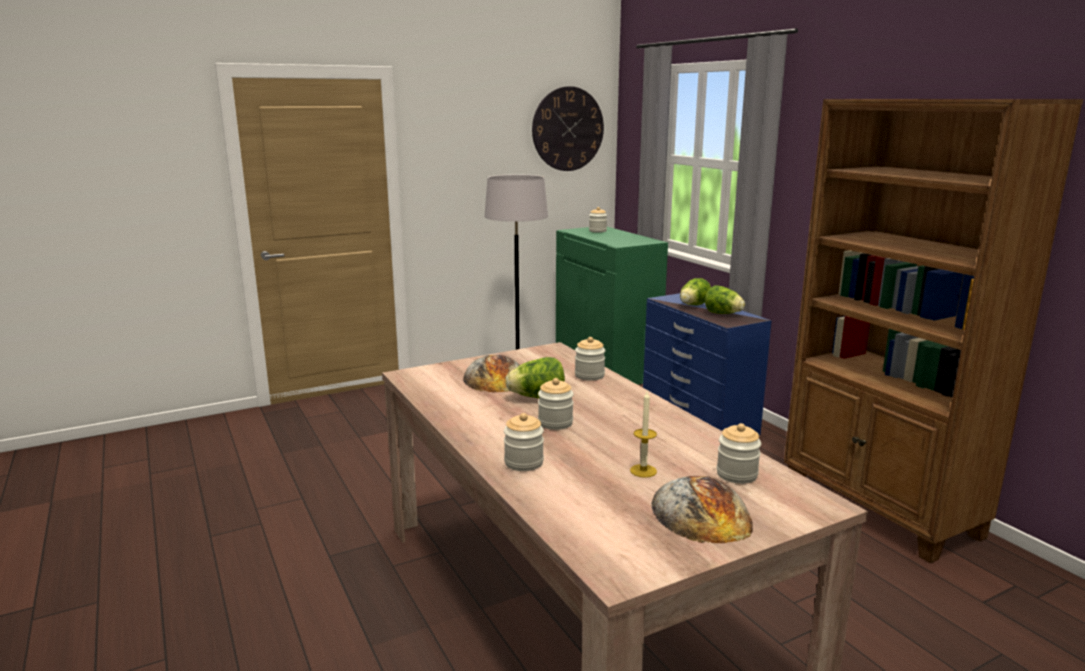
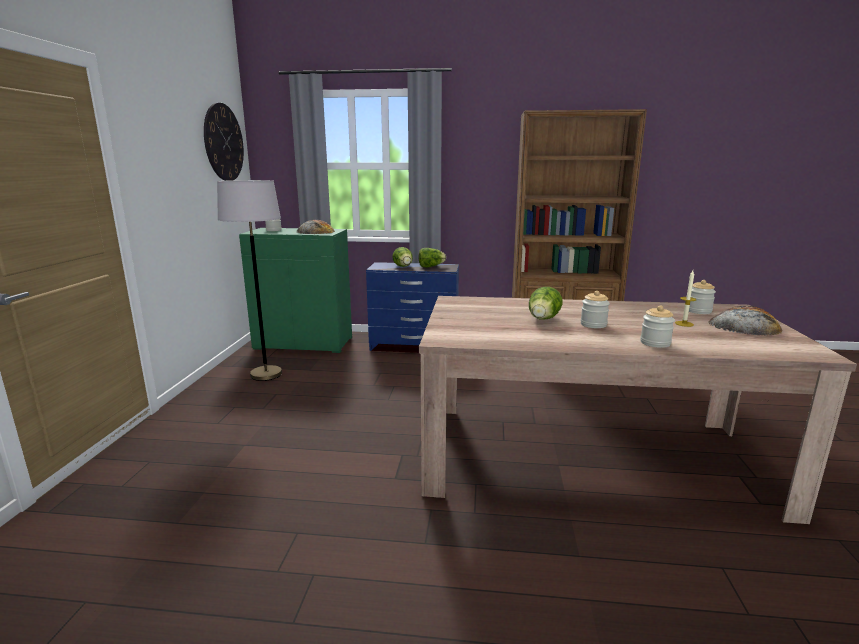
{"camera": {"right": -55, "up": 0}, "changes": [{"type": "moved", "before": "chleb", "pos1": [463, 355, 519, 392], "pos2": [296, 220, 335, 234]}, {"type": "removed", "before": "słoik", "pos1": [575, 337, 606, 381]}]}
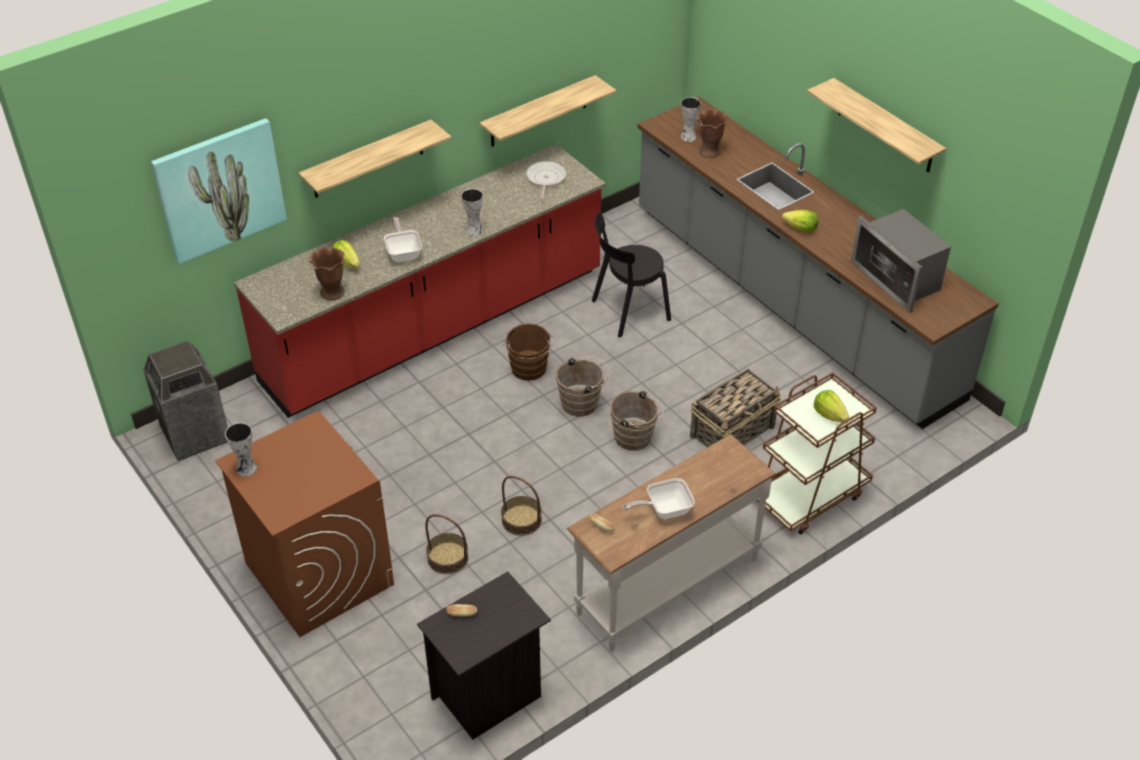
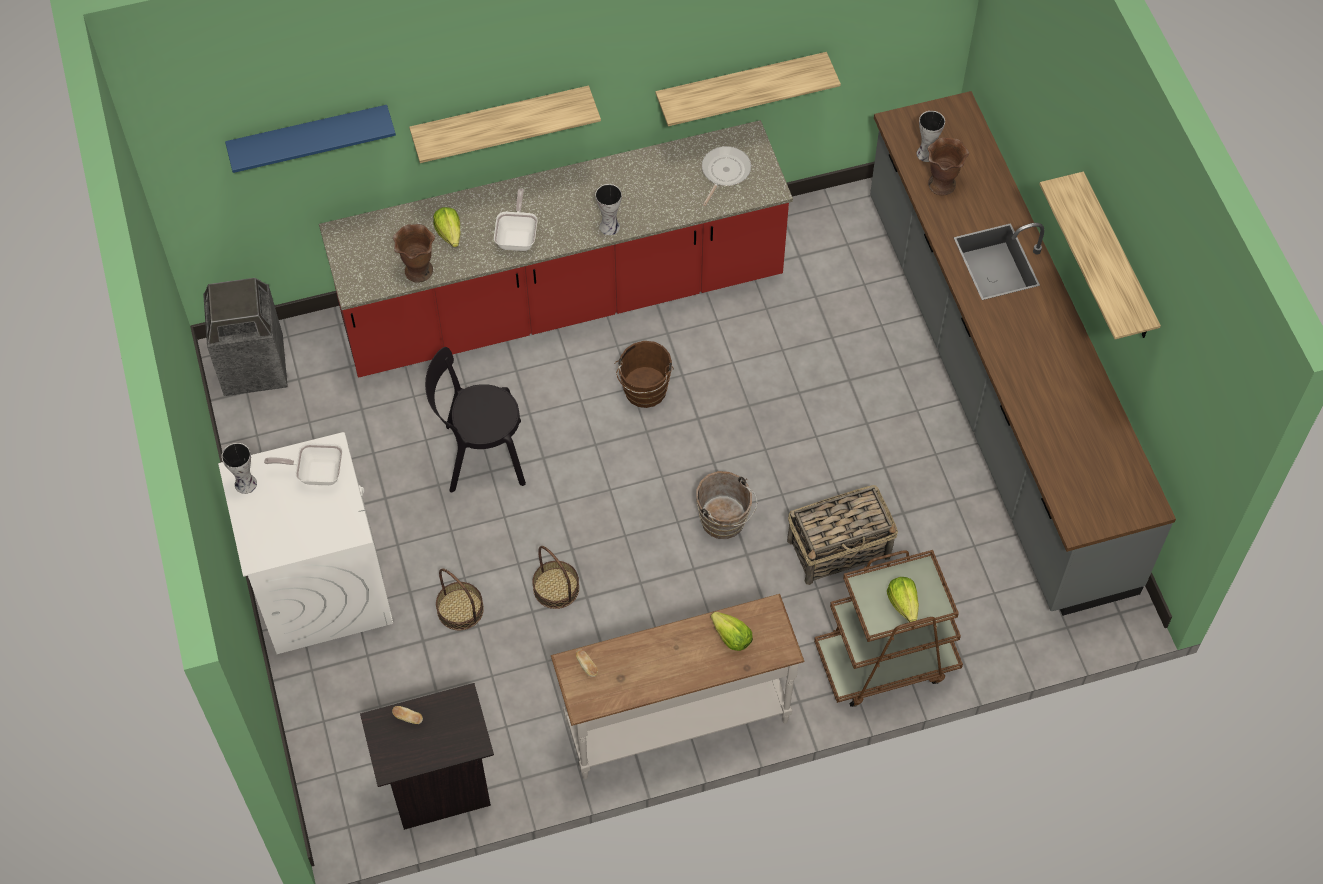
{"camera": {"right": 20, "up": 15}, "changes": [{"type": "recoloured", "before": "pralka [brązowy]", "after": "pralka [biały]", "pos1": [215, 411, 394, 637], "pos2": [218, 432, 393, 654]}, {"type": "replaced", "before": "obraz", "after": "półka [niebieski]", "pos1": [151, 118, 287, 264], "pos2": [225, 105, 396, 173]}, {"type": "moved", "before": "patelnia", "pos1": [622, 478, 695, 519], "pos2": [264, 443, 343, 485]}, {"type": "moved", "before": "krzesło [czarny]", "pos1": [592, 212, 671, 338], "pos2": [425, 347, 526, 492]}, {"type": "moved", "before": "sałata", "pos1": [782, 210, 818, 233], "pos2": [711, 612, 753, 651]}, {"type": "removed", "before": "wiadro [brązowy]", "pos1": [556, 357, 610, 417]}, {"type": "removed", "before": "mikrofalówka", "pos1": [851, 209, 951, 313]}]}
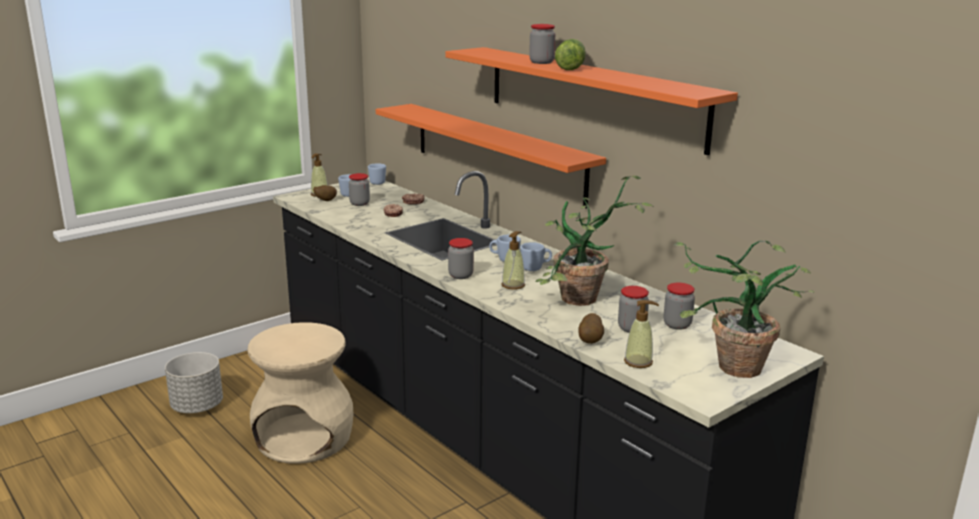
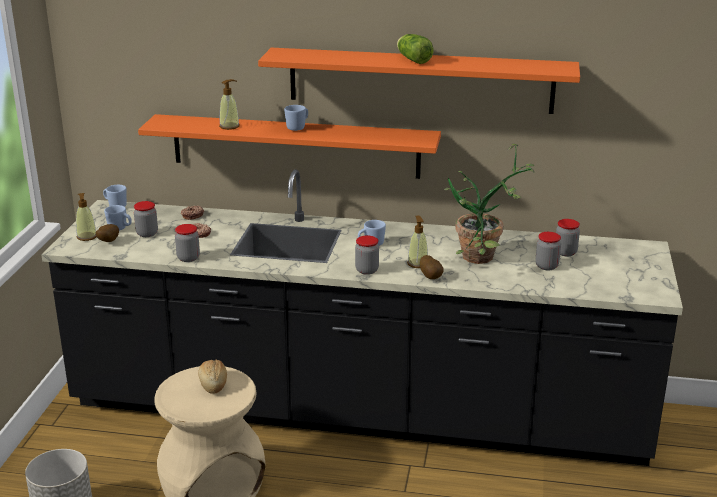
{"camera": {"right": -40, "up": 5}, "changes": [{"type": "moved", "before": "słoik", "pos1": [529, 24, 555, 64], "pos2": [175, 224, 200, 262]}, {"type": "added", "after": "chleb", "pos2": [198, 359, 227, 394]}, {"type": "moved", "before": "dozownik mydła", "pos1": [624, 300, 659, 368], "pos2": [219, 79, 240, 130]}, {"type": "moved", "before": "kubek [niebieski]", "pos1": [520, 242, 552, 271], "pos2": [284, 105, 308, 131]}, {"type": "moved", "before": "ziemniak", "pos1": [578, 313, 604, 344], "pos2": [420, 255, 444, 279]}, {"type": "removed", "before": "roślina doniczkowa", "pos1": [674, 240, 815, 378]}]}
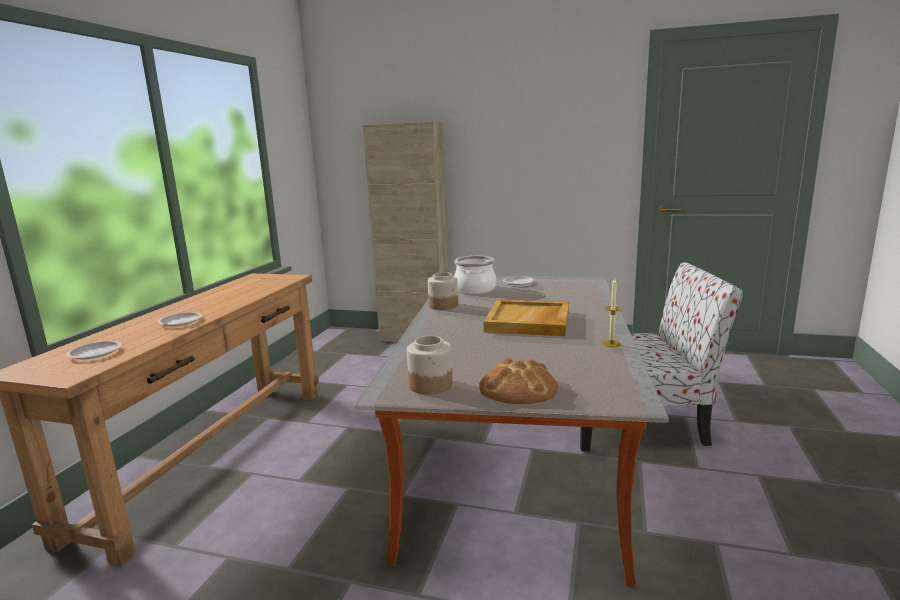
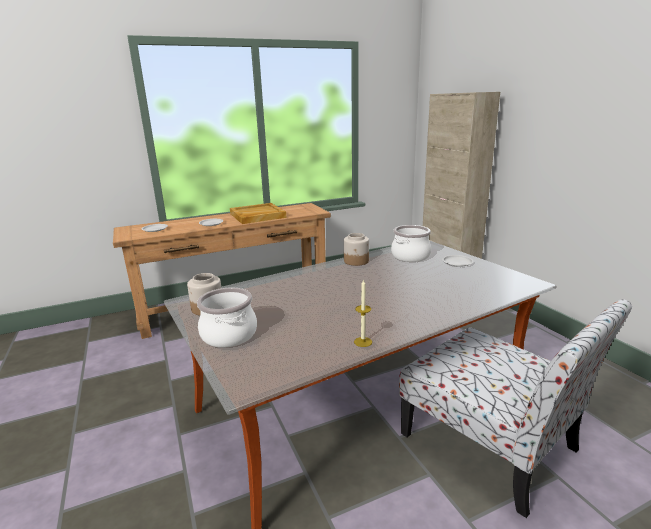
{"camera": {"right": 50, "up": 5}, "changes": [{"type": "replaced", "before": "chleb", "after": "garnek", "pos1": [479, 358, 558, 404], "pos2": [197, 288, 257, 348]}, {"type": "moved", "before": "taca [beżowy]", "pos1": [484, 299, 569, 336], "pos2": [230, 203, 286, 224]}]}
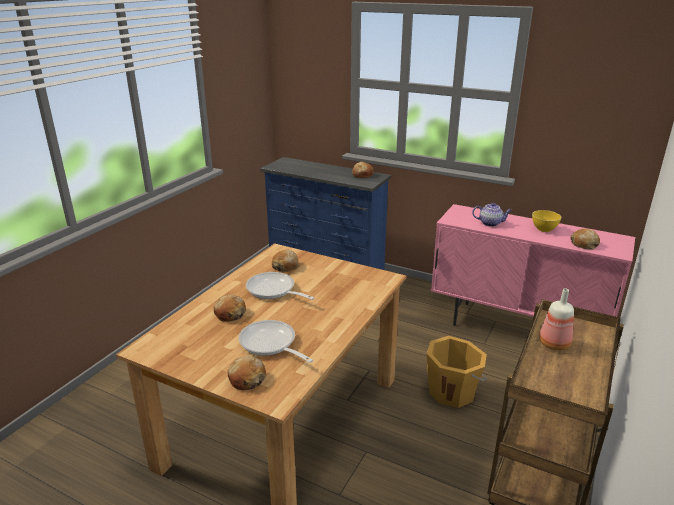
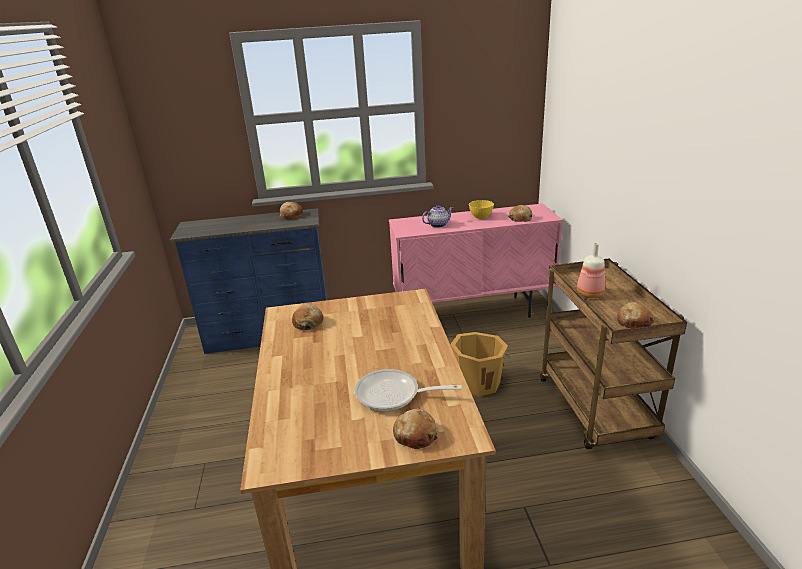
{"camera": {"right": -35, "up": 0}, "changes": [{"type": "moved", "before": "chleb", "pos1": [213, 295, 246, 322], "pos2": [617, 302, 654, 328]}, {"type": "removed", "before": "patelnia", "pos1": [246, 272, 314, 300]}]}
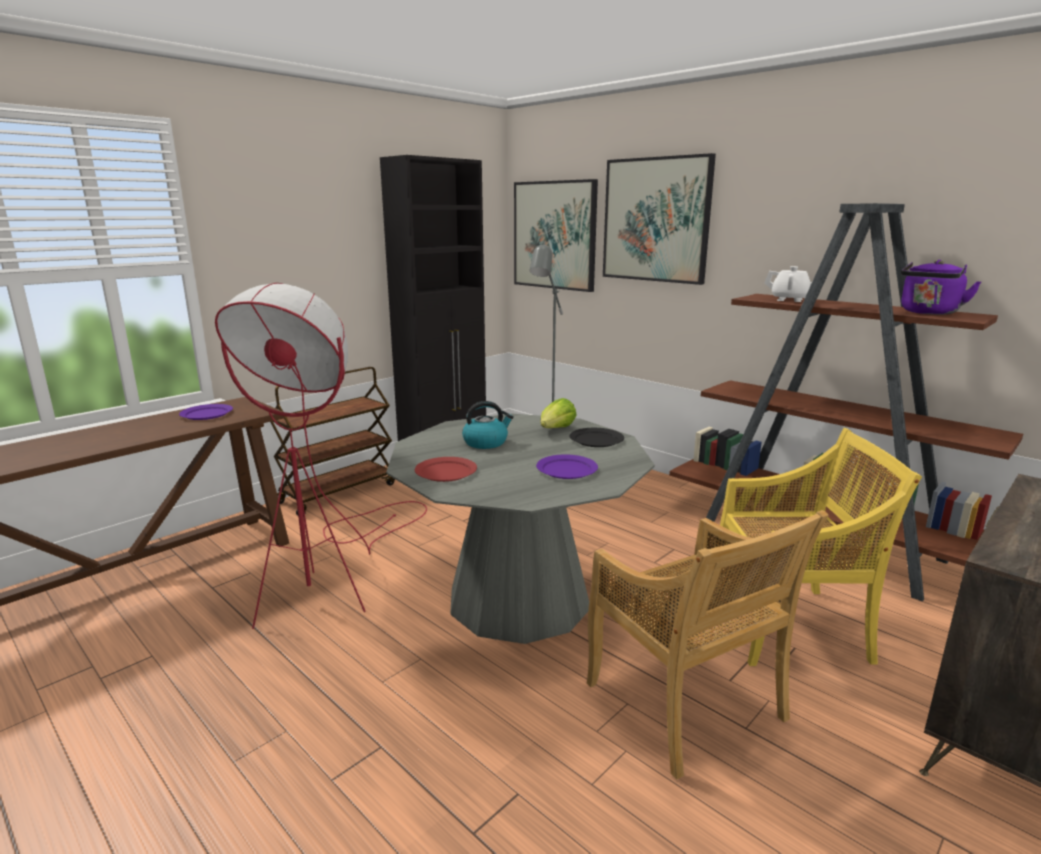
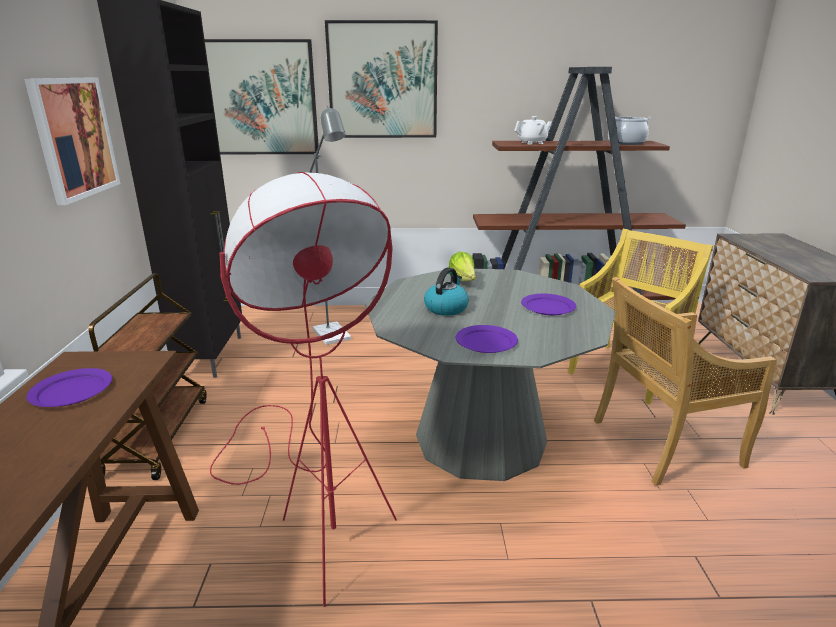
{"camera": {"right": -45, "up": 5}, "changes": [{"type": "added", "after": "obraz", "pos2": [24, 77, 121, 205]}, {"type": "recoloured", "before": "talerz [czerwony]", "after": "talerz [fioletowy]", "pos1": [415, 457, 477, 482], "pos2": [456, 325, 518, 353]}, {"type": "turned", "before": "krzesło [beżowy]", "pos1": [587, 510, 829, 779], "pos2": [594, 277, 777, 486], "turn": 150}, {"type": "replaced", "before": "czajnik [fioletowy]", "after": "garnek", "pos1": [901, 260, 982, 315], "pos2": [608, 117, 652, 145]}, {"type": "removed", "before": "talerz [czarny]", "pos1": [569, 428, 624, 447]}]}
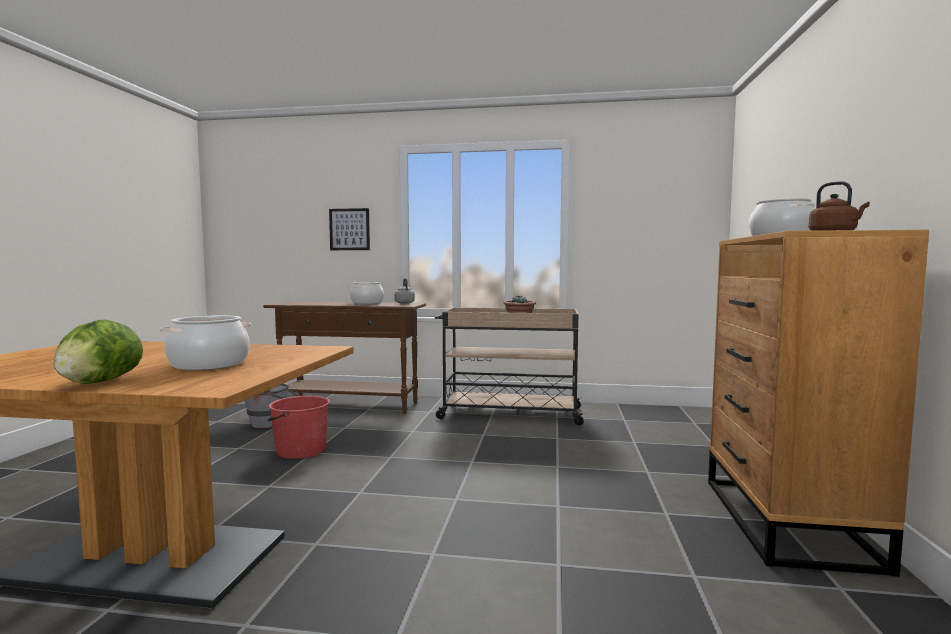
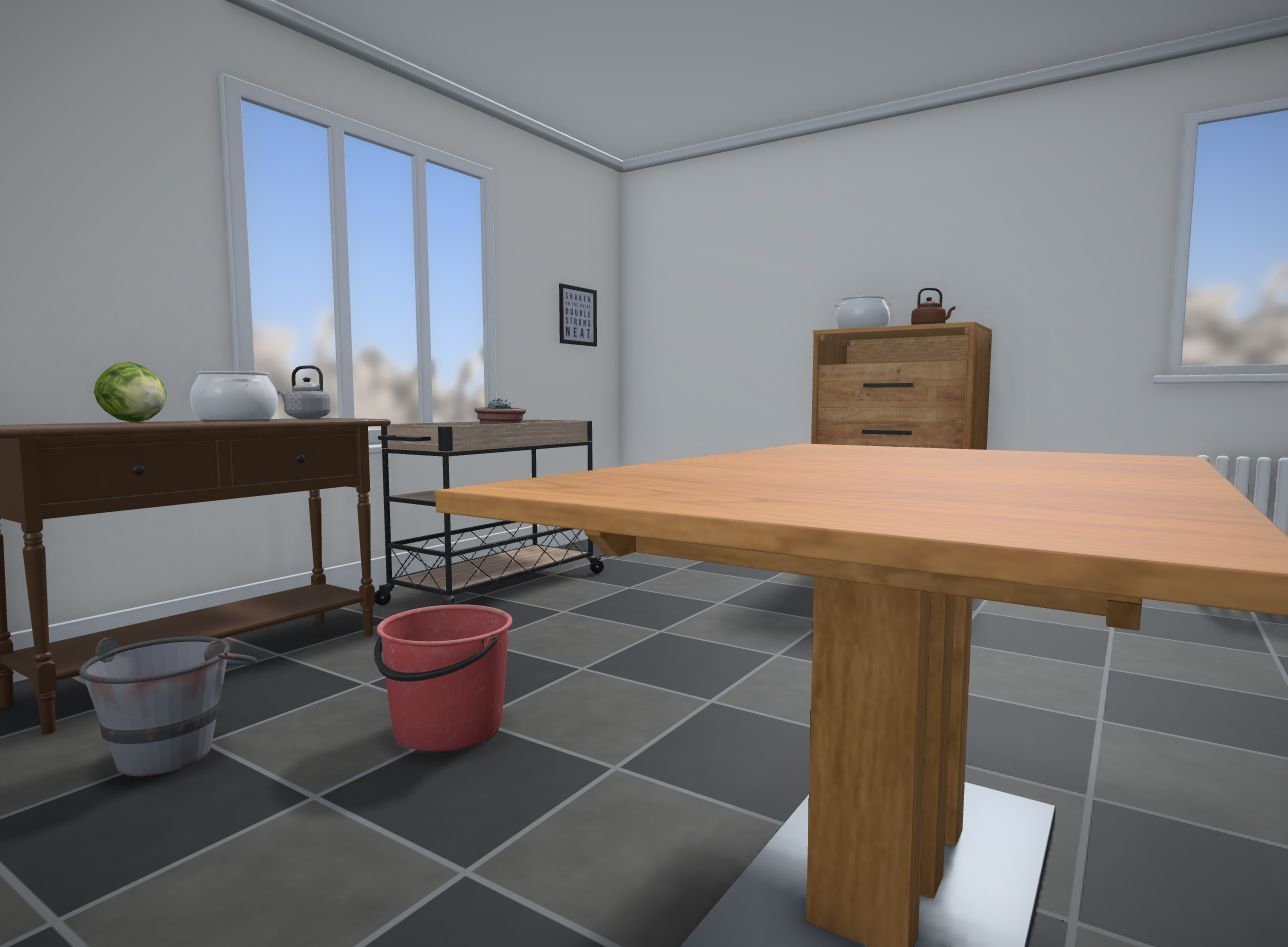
{"camera": {"right": -65, "up": 0}, "changes": [{"type": "moved", "before": "sałata", "pos1": [53, 319, 143, 384], "pos2": [94, 362, 167, 422]}, {"type": "moved", "before": "obraz", "pos1": [329, 208, 370, 250], "pos2": [559, 283, 597, 347]}, {"type": "removed", "before": "garnek", "pos1": [160, 315, 252, 370]}]}
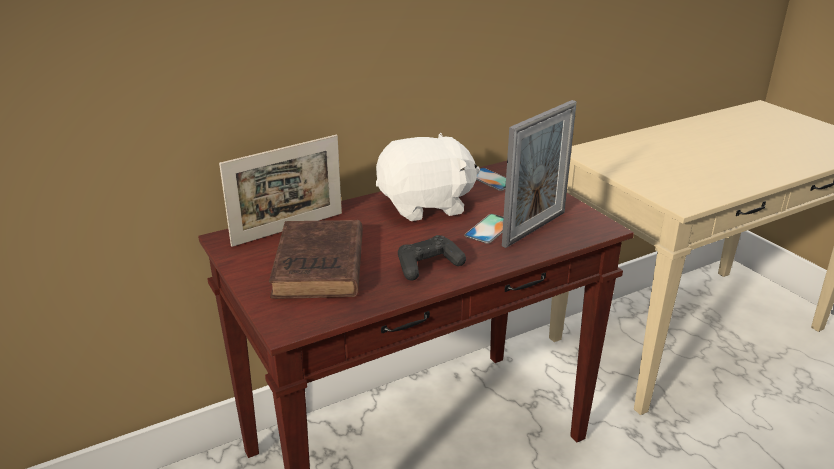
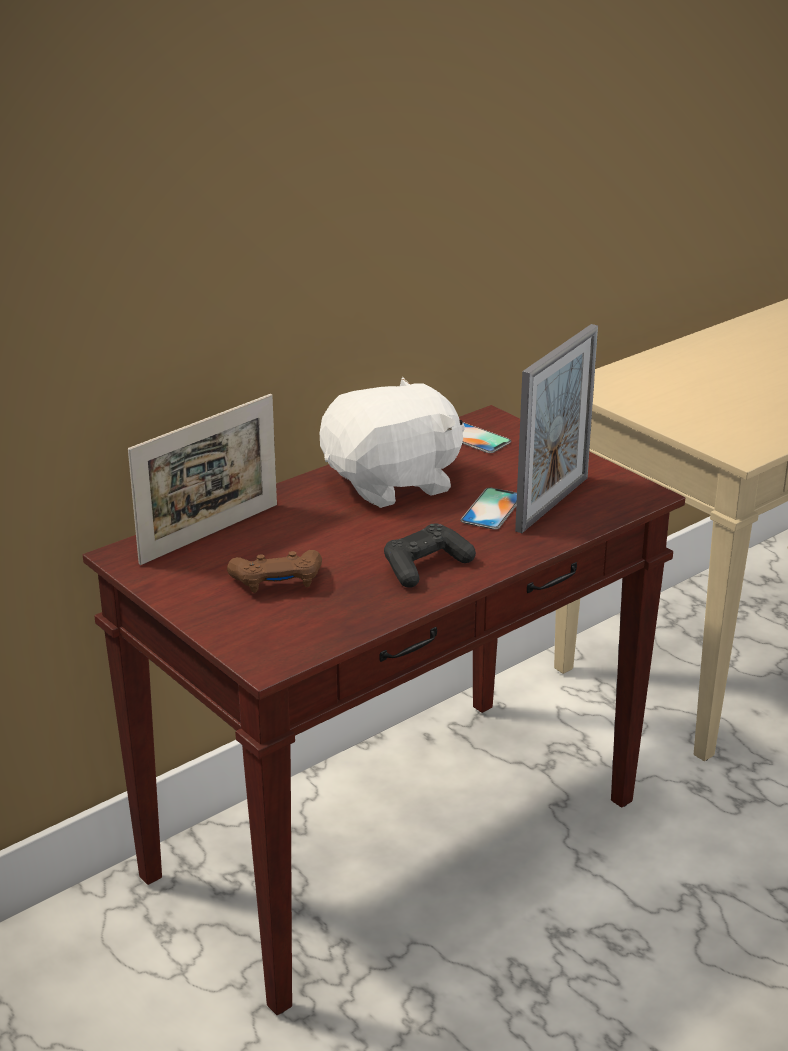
{"camera": {"right": -10, "up": 0}, "changes": [{"type": "replaced", "before": "książka [brązowy]", "after": "pad do gier [brązowy]", "pos1": [269, 220, 363, 299], "pos2": [227, 550, 322, 593]}]}
